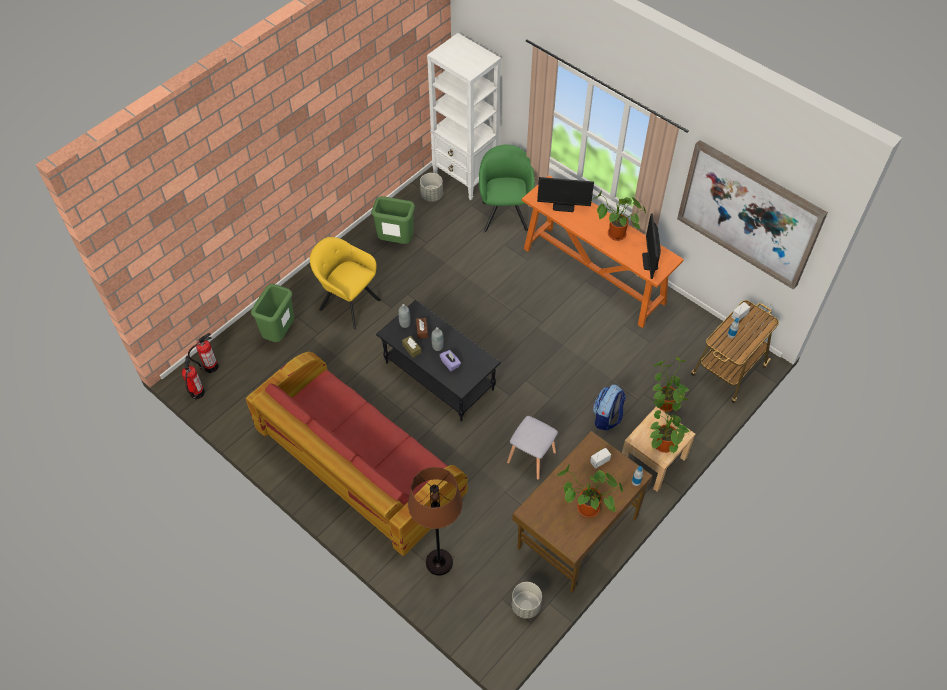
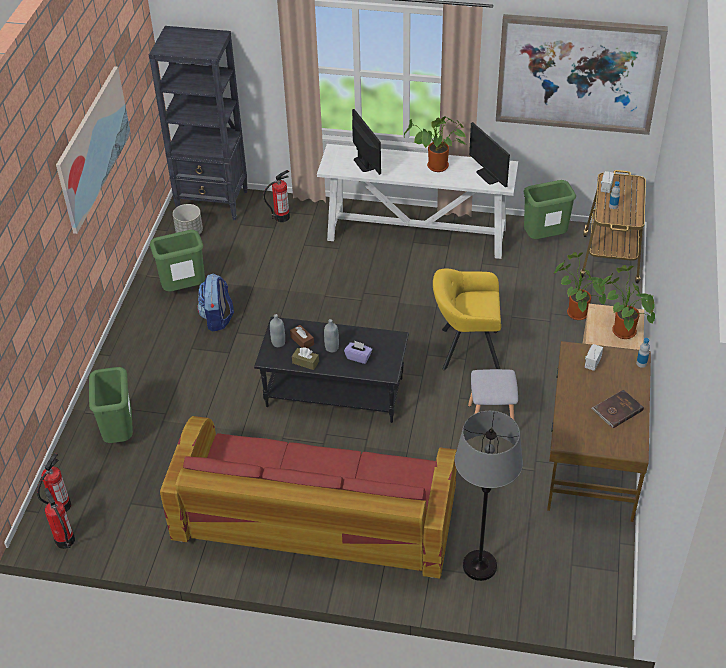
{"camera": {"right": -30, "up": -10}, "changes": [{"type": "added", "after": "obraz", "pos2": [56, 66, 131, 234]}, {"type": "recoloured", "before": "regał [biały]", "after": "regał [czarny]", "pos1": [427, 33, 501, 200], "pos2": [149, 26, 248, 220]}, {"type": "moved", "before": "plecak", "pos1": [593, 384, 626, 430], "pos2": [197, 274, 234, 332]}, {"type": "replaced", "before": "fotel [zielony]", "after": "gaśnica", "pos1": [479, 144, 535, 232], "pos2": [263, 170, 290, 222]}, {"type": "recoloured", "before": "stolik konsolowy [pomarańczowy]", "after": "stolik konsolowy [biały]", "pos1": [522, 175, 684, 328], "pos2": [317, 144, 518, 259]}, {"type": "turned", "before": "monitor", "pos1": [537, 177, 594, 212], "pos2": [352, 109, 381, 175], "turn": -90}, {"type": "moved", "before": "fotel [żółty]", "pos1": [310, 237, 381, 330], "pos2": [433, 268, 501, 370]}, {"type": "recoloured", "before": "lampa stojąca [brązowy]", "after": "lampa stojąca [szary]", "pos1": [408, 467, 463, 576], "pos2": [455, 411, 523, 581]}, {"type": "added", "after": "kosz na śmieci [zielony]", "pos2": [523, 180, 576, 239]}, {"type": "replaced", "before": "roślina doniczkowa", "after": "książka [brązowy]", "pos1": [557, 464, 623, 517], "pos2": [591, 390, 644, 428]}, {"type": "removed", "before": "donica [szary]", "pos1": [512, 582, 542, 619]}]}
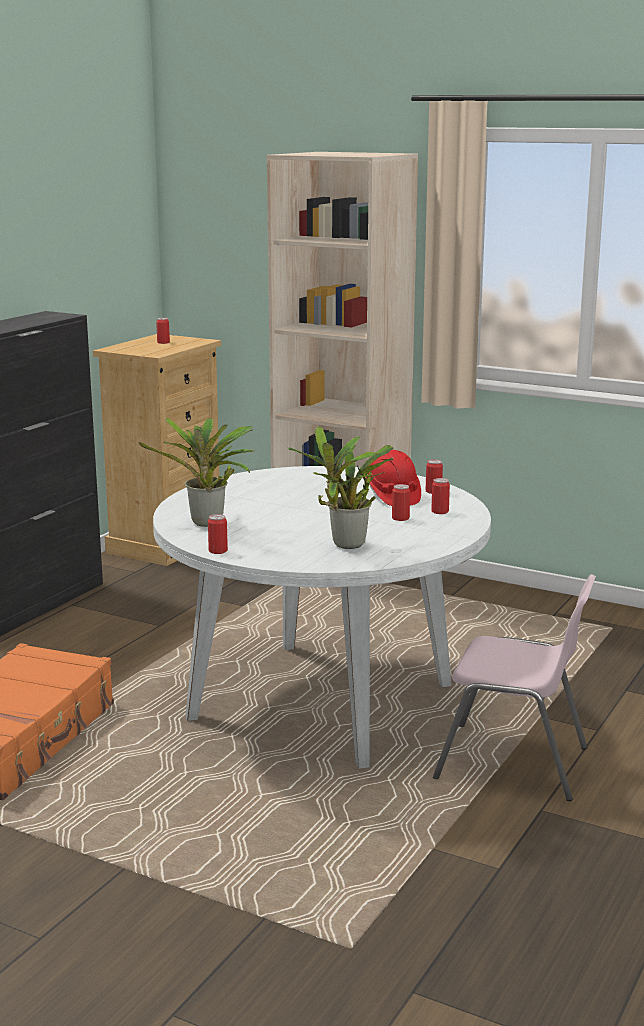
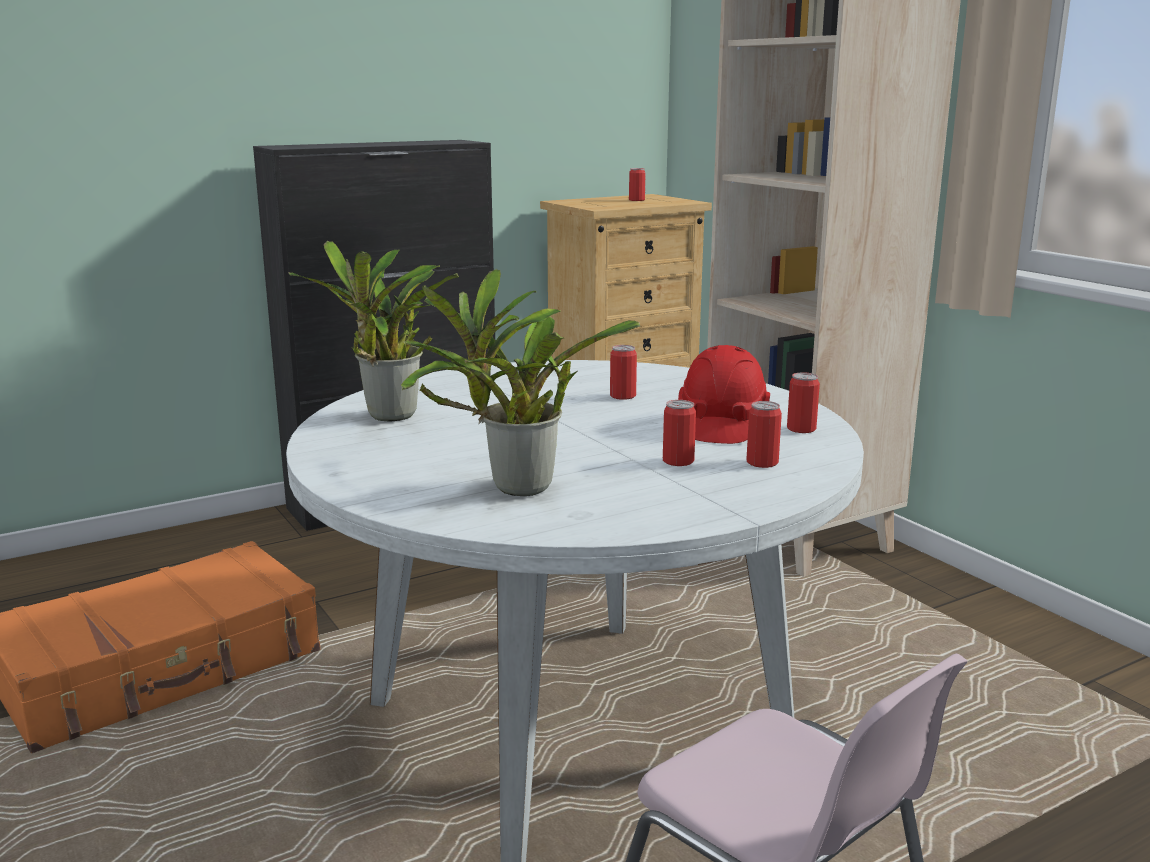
{"camera": {"right": 30, "up": 0}, "changes": [{"type": "moved", "before": "puszka", "pos1": [208, 514, 228, 554], "pos2": [610, 345, 637, 400]}]}
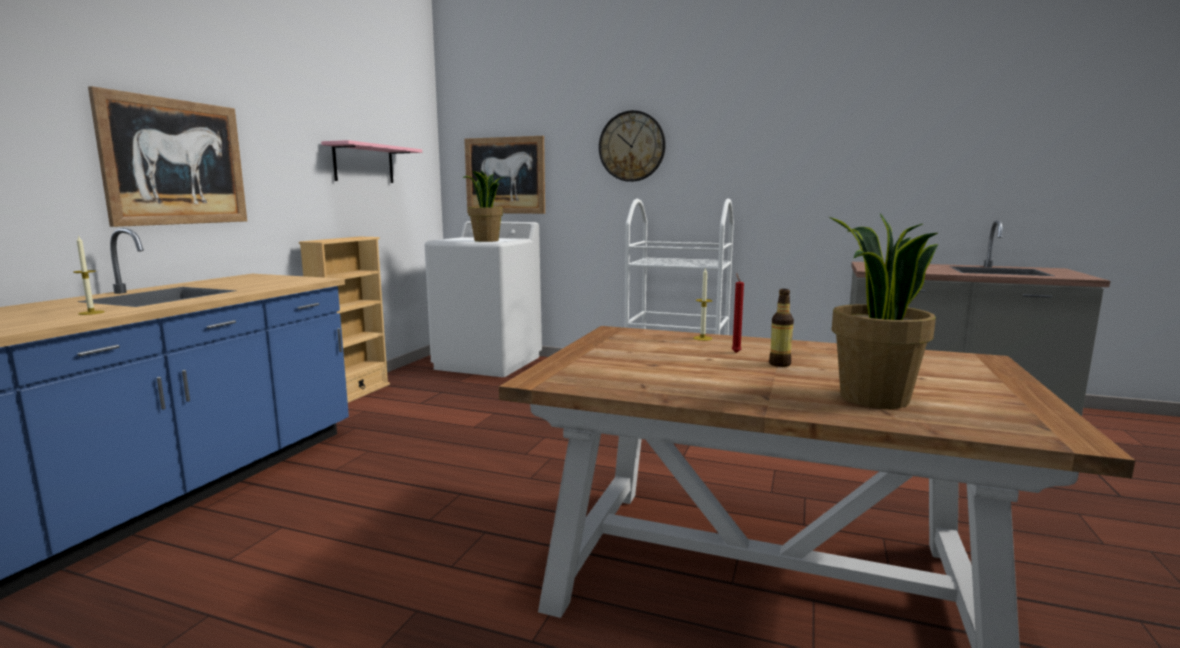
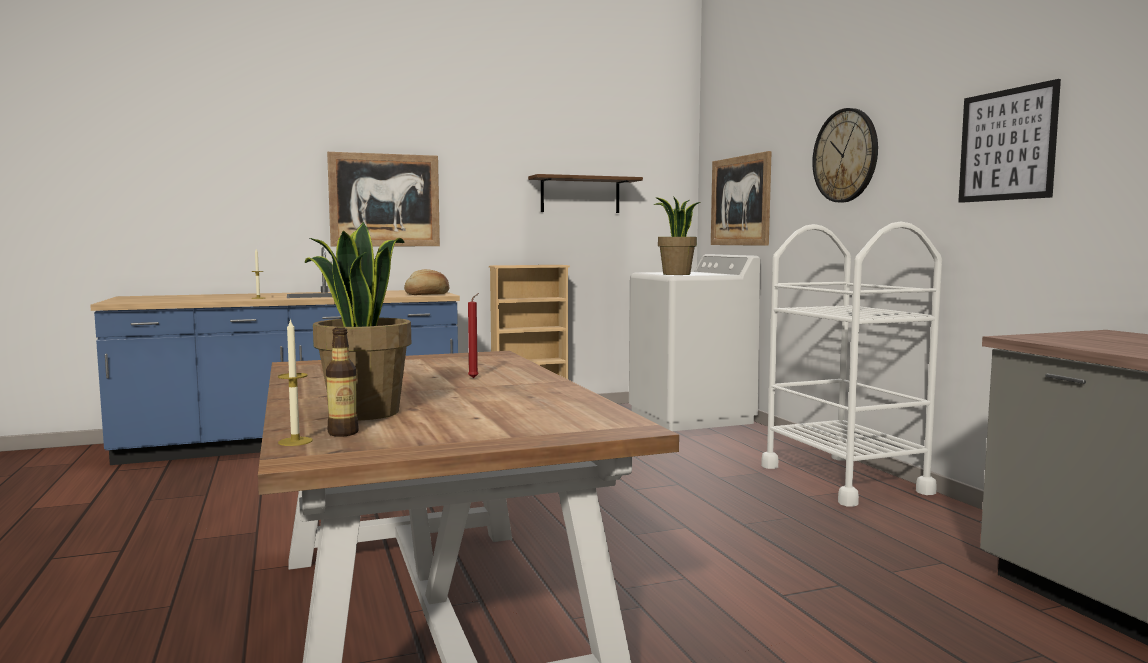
{"camera": {"right": 50, "up": -5}, "changes": [{"type": "moved", "before": "świeca", "pos1": [693, 267, 713, 341], "pos2": [278, 318, 313, 446]}, {"type": "moved", "before": "butelka", "pos1": [769, 289, 794, 367], "pos2": [326, 327, 359, 437]}, {"type": "added", "after": "chleb", "pos2": [404, 269, 449, 295]}, {"type": "recoloured", "before": "półka [różowy]", "after": "półka [brązowy]", "pos1": [321, 140, 422, 183], "pos2": [528, 174, 643, 213]}, {"type": "added", "after": "obraz", "pos2": [958, 79, 1061, 203]}]}
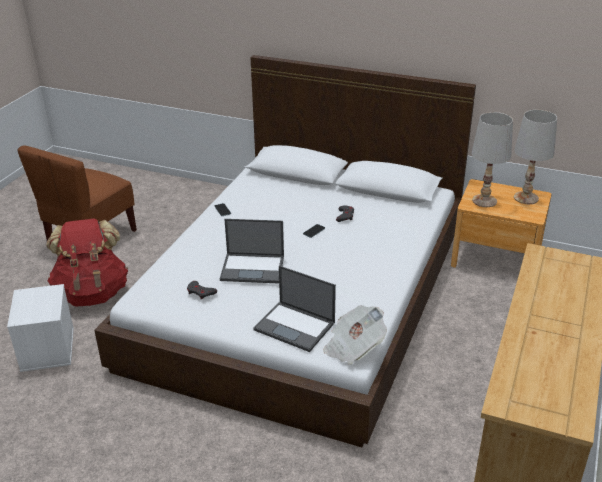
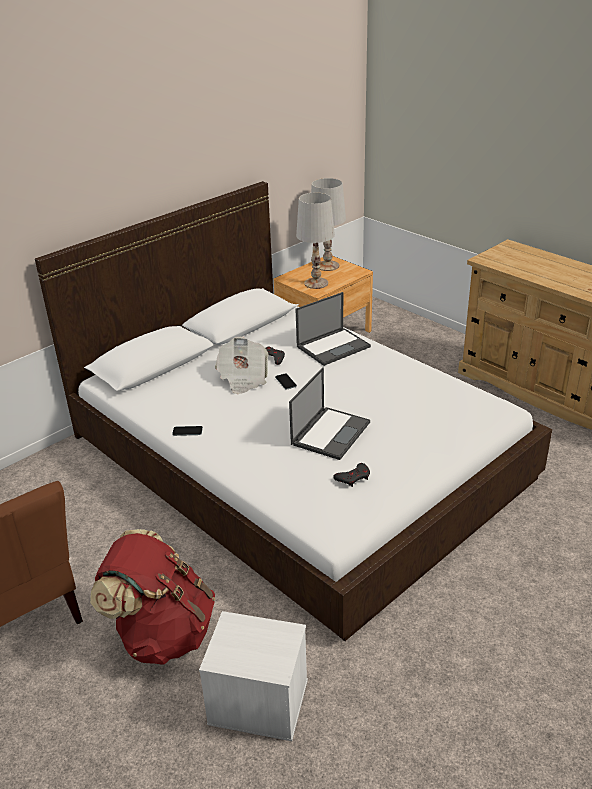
{"camera": {"right": -65, "up": 0}, "changes": [{"type": "moved", "before": "gazeta", "pos1": [323, 305, 387, 365], "pos2": [215, 336, 269, 394]}, {"type": "moved", "before": "laptop", "pos1": [253, 266, 336, 352], "pos2": [296, 292, 371, 366]}]}
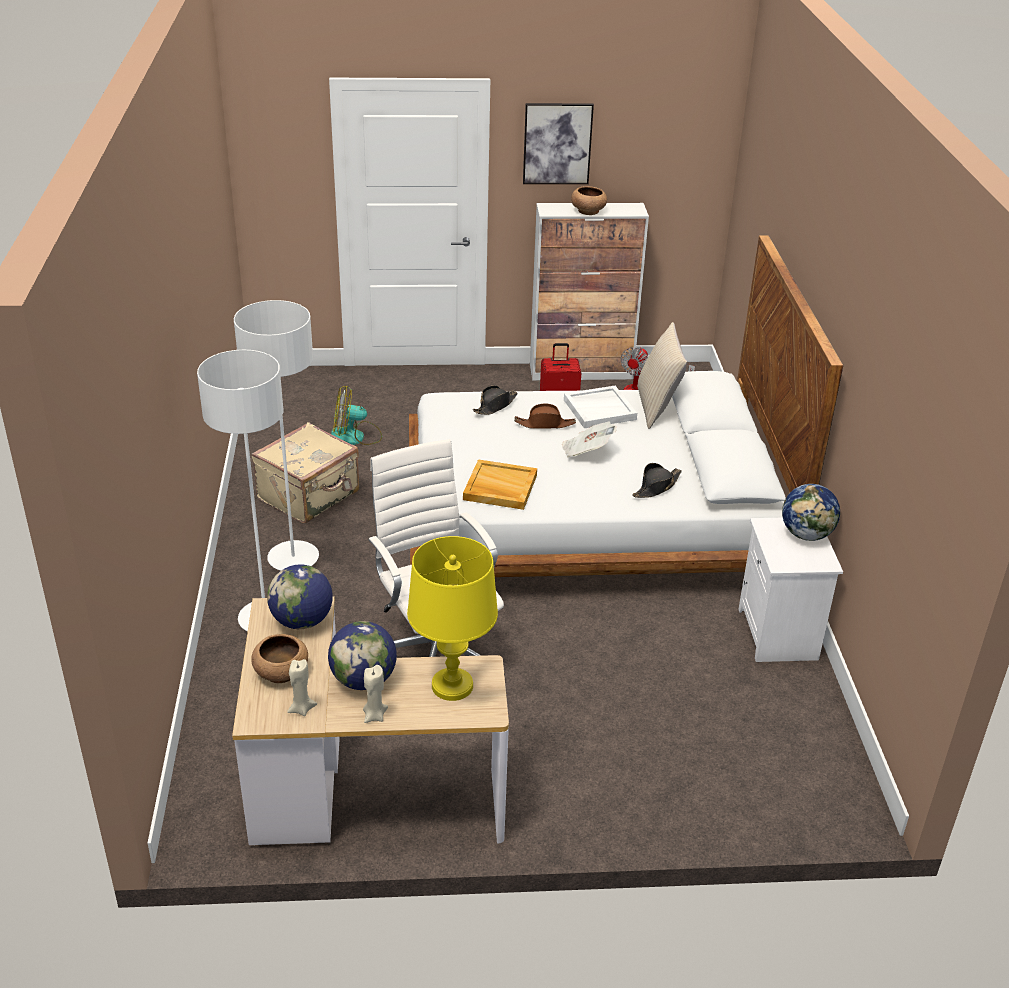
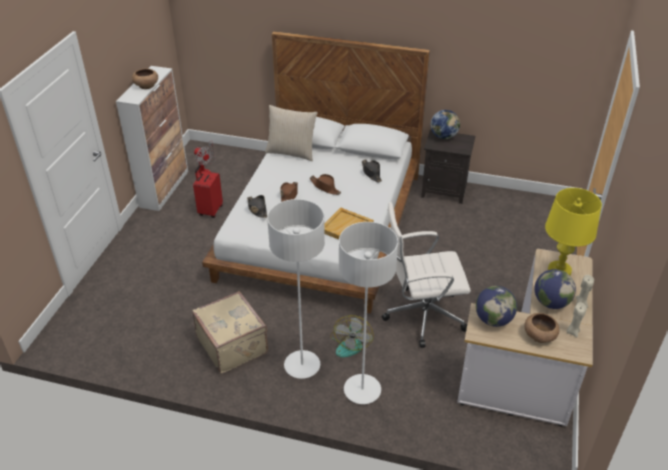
{"camera": {"right": -70, "up": 5}, "changes": [{"type": "replaced", "before": "gazeta", "after": "kapelusz [brązowy]", "pos1": [561, 422, 617, 457], "pos2": [310, 174, 341, 195]}, {"type": "moved", "before": "wentylator", "pos1": [331, 386, 382, 445], "pos2": [330, 315, 374, 357]}, {"type": "recoloured", "before": "szafka nocna [biały]", "after": "szafka nocna [czarny]", "pos1": [738, 518, 843, 662], "pos2": [421, 129, 475, 204]}, {"type": "removed", "before": "obraz", "pos1": [523, 103, 594, 184]}, {"type": "removed", "before": "taca [biały]", "pos1": [564, 386, 637, 428]}]}
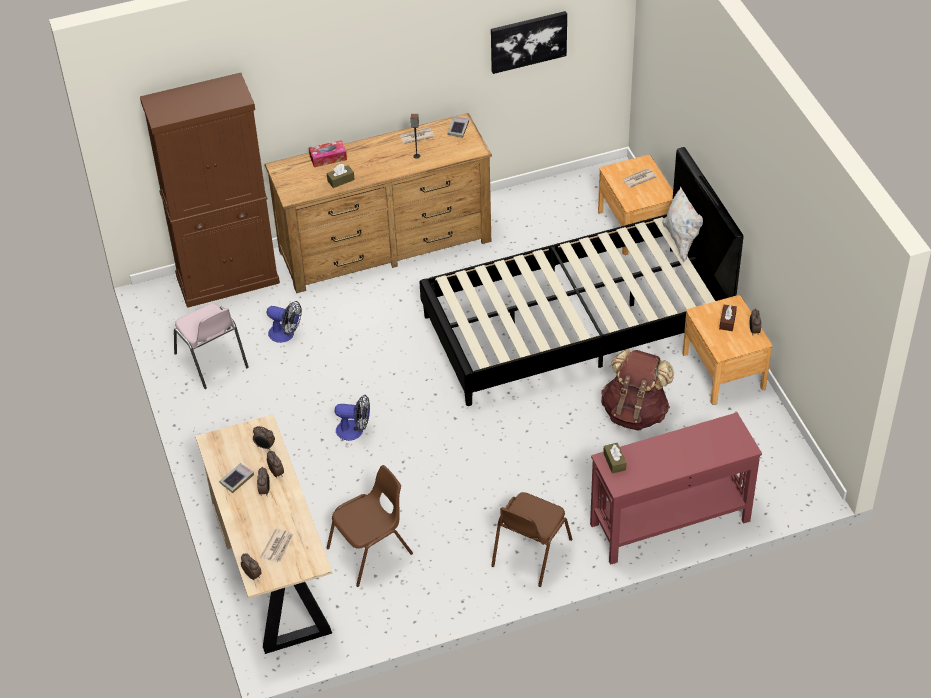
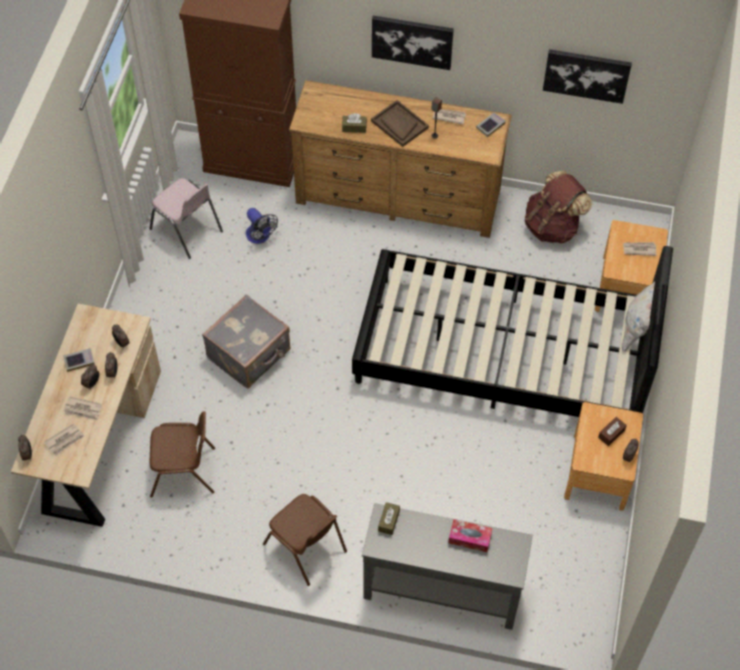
{"camera": {"right": 30, "up": 10}, "changes": [{"type": "added", "after": "gazeta", "pos2": [63, 396, 102, 420]}, {"type": "turned", "before": "krzesło [różowy]", "pos1": [174, 303, 249, 389], "pos2": [149, 178, 223, 259], "turn": -45}, {"type": "replaced", "before": "wentylator", "after": "walizka [szary]", "pos1": [335, 395, 370, 441], "pos2": [202, 295, 290, 388]}, {"type": "turned", "before": "krzesło [brązowy]", "pos1": [491, 492, 572, 587], "pos2": [263, 494, 347, 586], "turn": -105}, {"type": "recoloured", "before": "stolik konsolowy [czerwony]", "after": "stolik konsolowy [szary]", "pos1": [590, 412, 762, 565], "pos2": [362, 503, 533, 630]}, {"type": "added", "after": "taca [brązowy]", "pos2": [371, 100, 429, 147]}, {"type": "added", "after": "obraz", "pos2": [372, 16, 454, 70]}, {"type": "moved", "before": "pudełko chusteczek", "pos1": [309, 140, 347, 167], "pos2": [448, 519, 492, 552]}, {"type": "moved", "before": "plecak [brązowy]", "pos1": [601, 349, 674, 430], "pos2": [525, 170, 592, 244]}]}
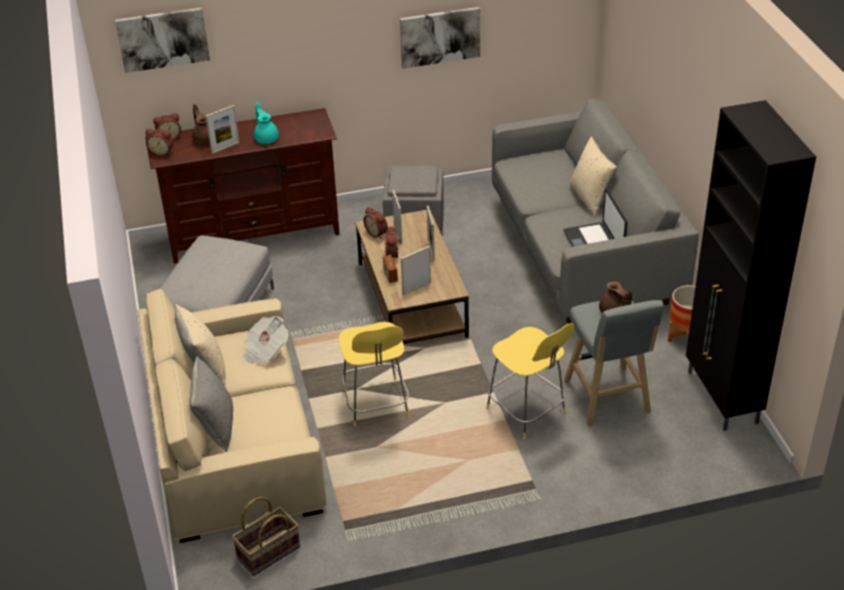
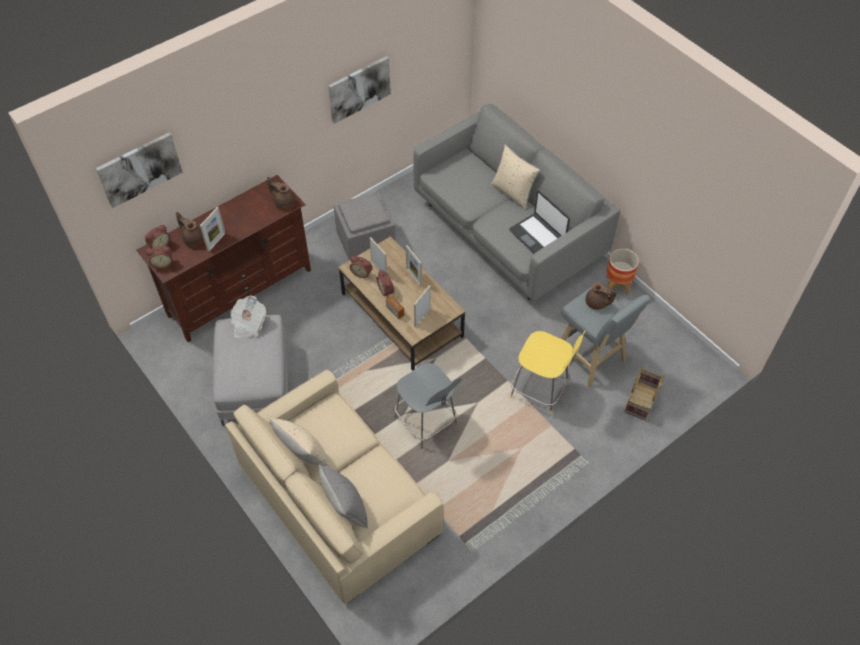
{"camera": {"right": -25, "up": 15}, "changes": [{"type": "moved", "before": "gazeta", "pos1": [241, 316, 289, 365], "pos2": [230, 296, 266, 338]}, {"type": "added", "after": "imbryk [brązowy]", "pos2": [267, 177, 296, 209]}, {"type": "recoloured", "before": "stołek [żółty]", "after": "stołek [szary]", "pos1": [339, 322, 409, 427], "pos2": [394, 363, 462, 449]}, {"type": "moved", "before": "koszyk", "pos1": [232, 497, 300, 576], "pos2": [624, 367, 664, 420]}, {"type": "removed", "before": "imbryk [turkusowy]", "pos1": [254, 102, 279, 144]}, {"type": "removed", "before": "szafka [czarny]", "pos1": [686, 100, 816, 431]}]}
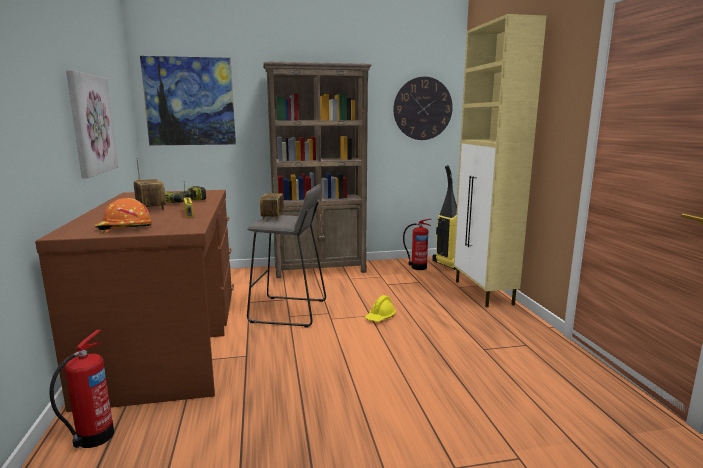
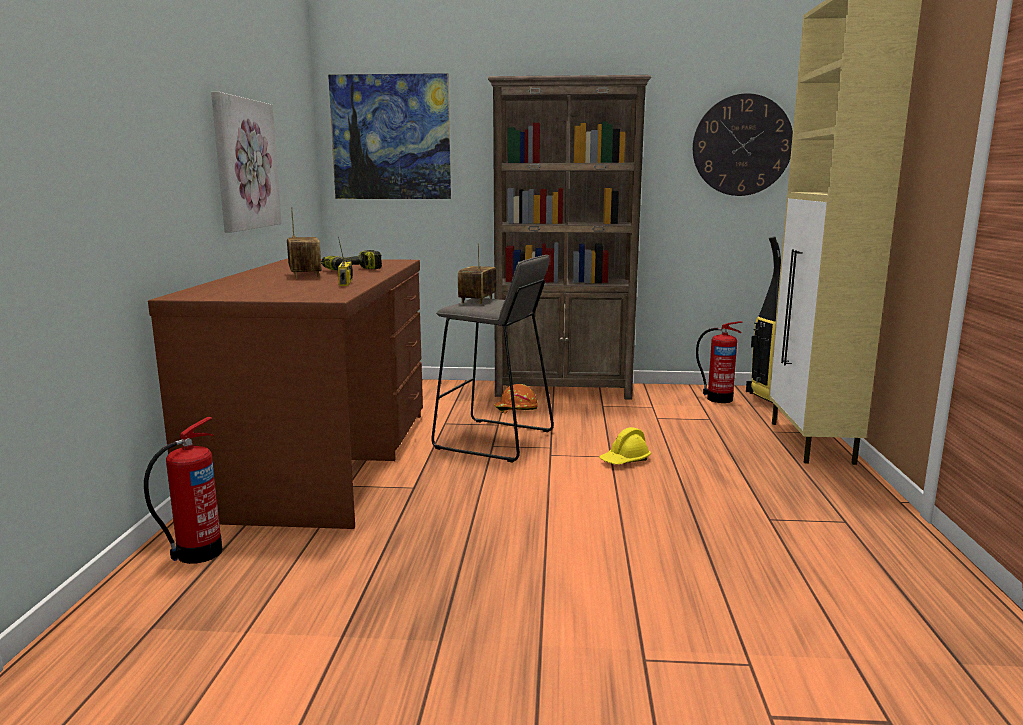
{"camera": {"right": 15, "up": 0}, "changes": [{"type": "moved", "before": "kask [pomarańczowy]", "pos1": [95, 198, 152, 233], "pos2": [494, 384, 538, 413]}]}
